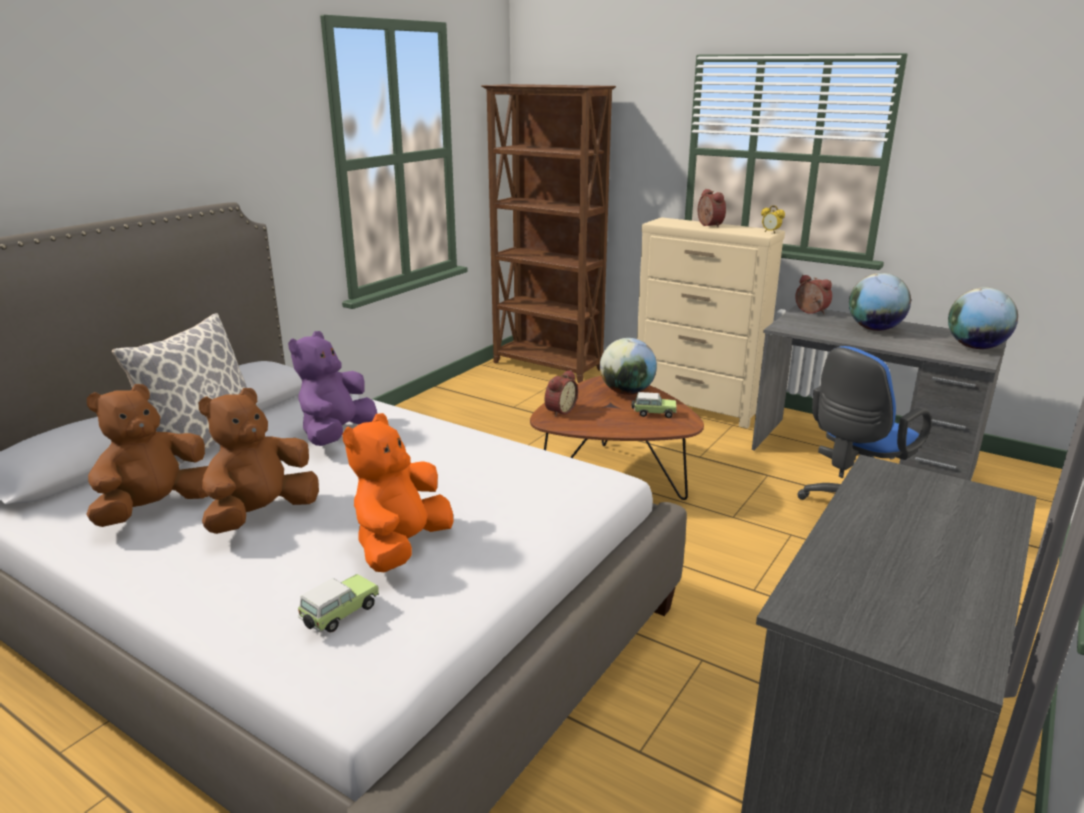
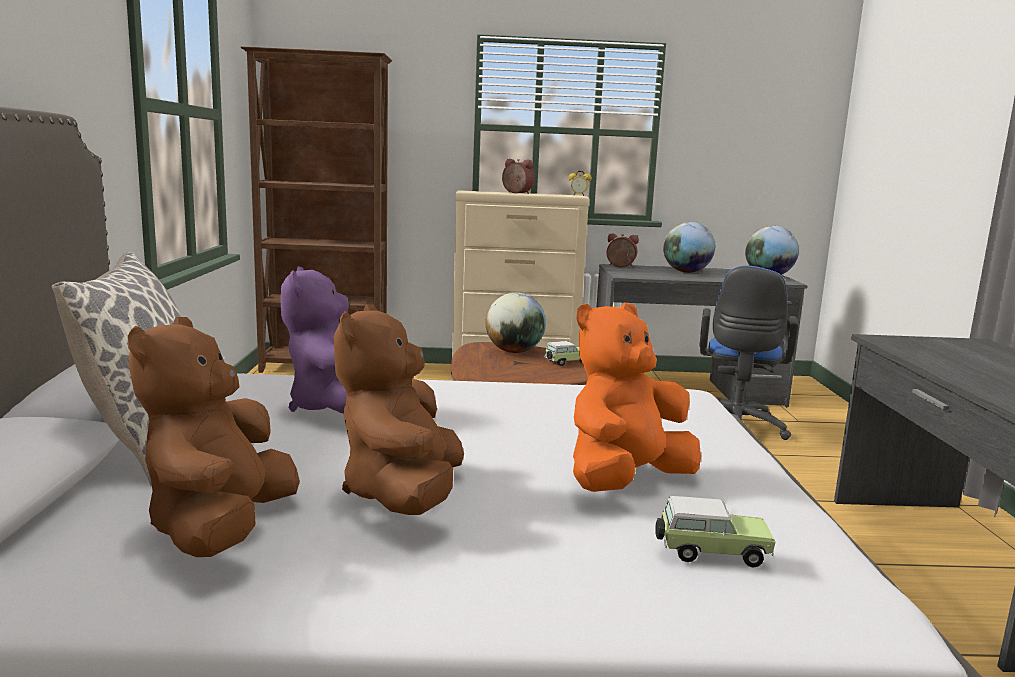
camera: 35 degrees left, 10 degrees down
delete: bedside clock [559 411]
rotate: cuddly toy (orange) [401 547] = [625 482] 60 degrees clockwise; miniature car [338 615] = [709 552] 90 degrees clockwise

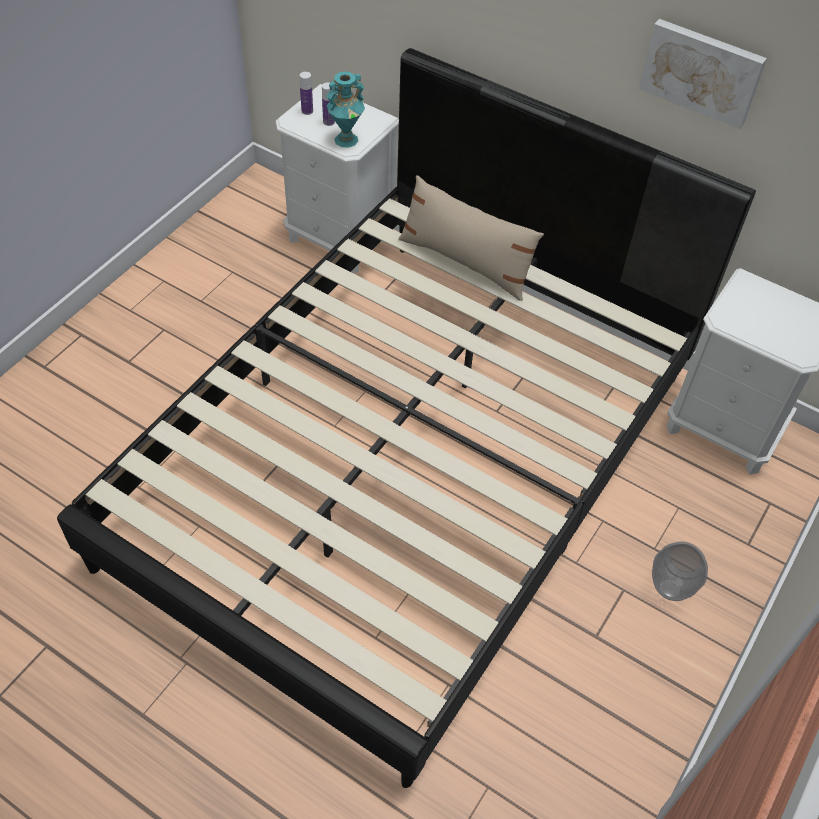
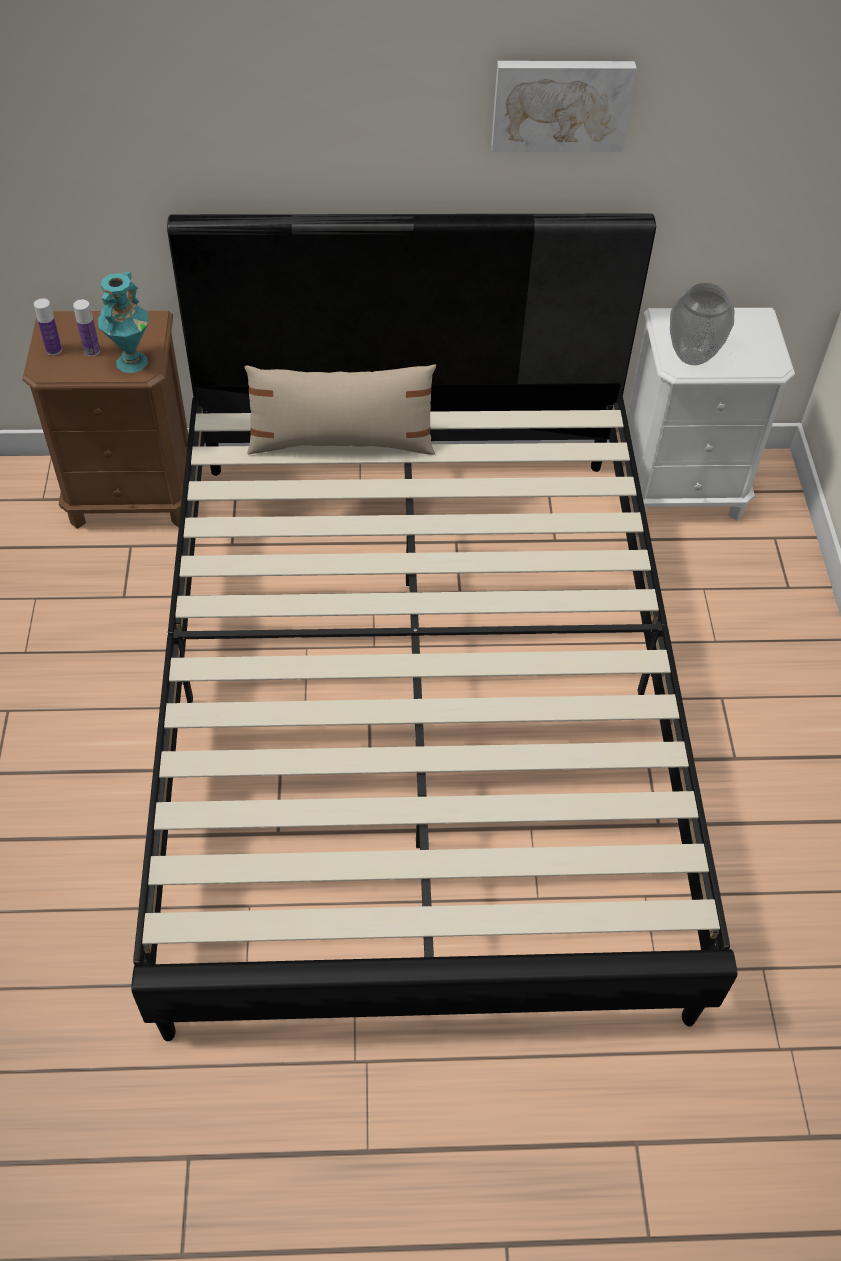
camera: 35 degrees left, 0 degrees up
move: flower vase [669 588] to [691 356]
recolor: nightstand (white-coloured) [340 238] to nightstand (brown) [133 495]

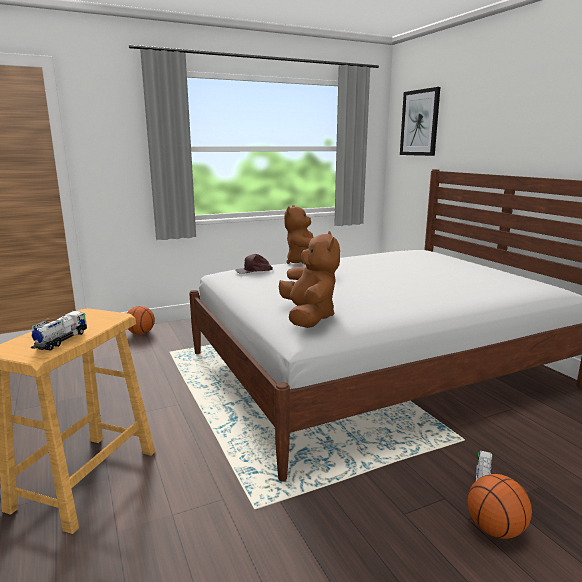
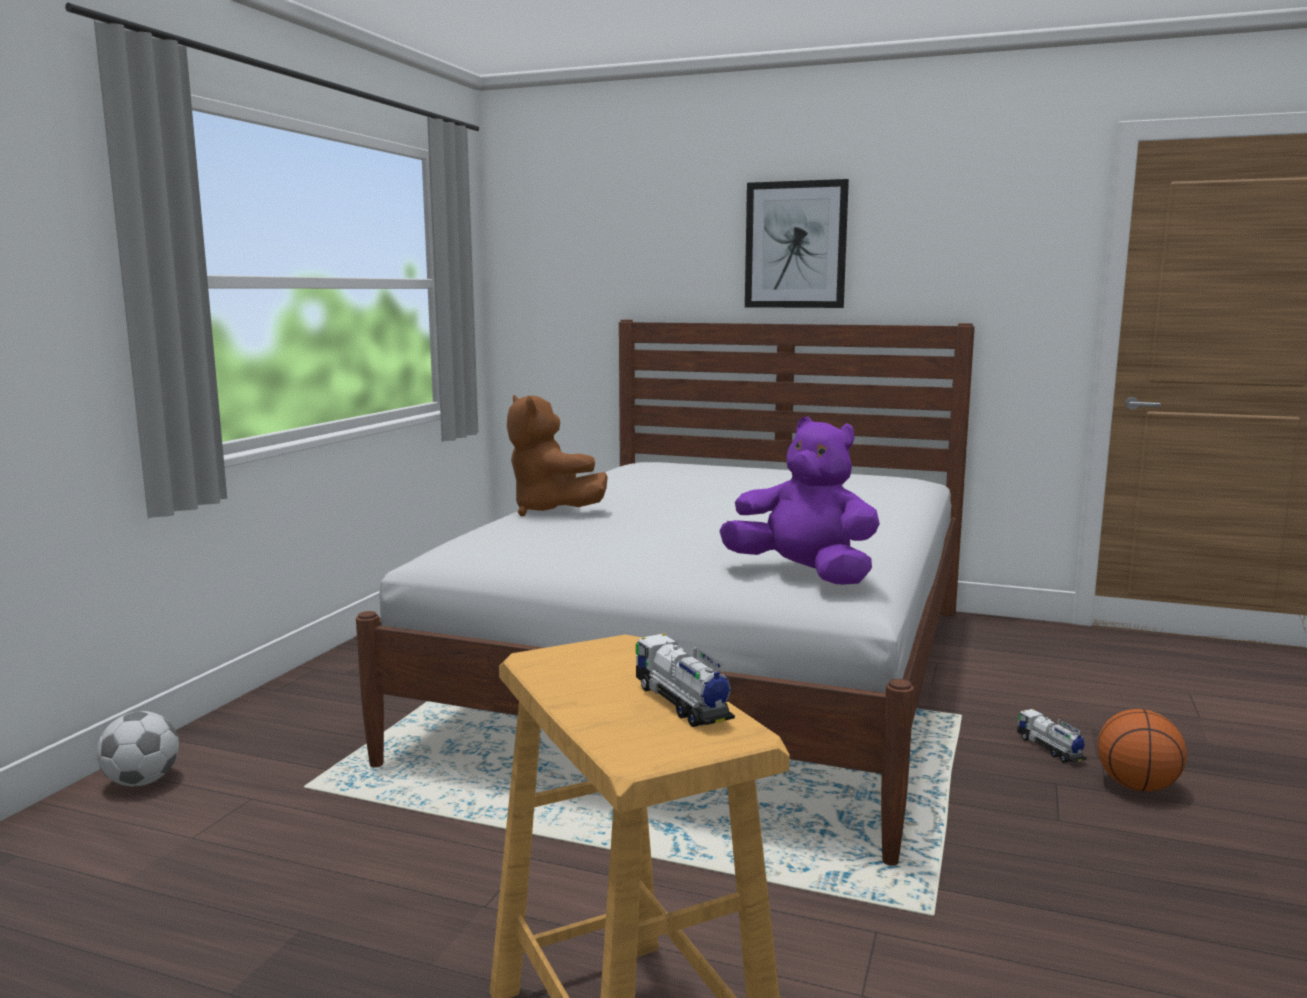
camera: 45 degrees left, 5 degrees down
delete: peaked cap (brown) [254 271]
move: picture [420 123] to [795 245]
replace: ball for basketball [141 333] to ball for football [142 781]
recolor: cuddly toy (brown) [308 317] to cuddly toy (purplish) [803 574]

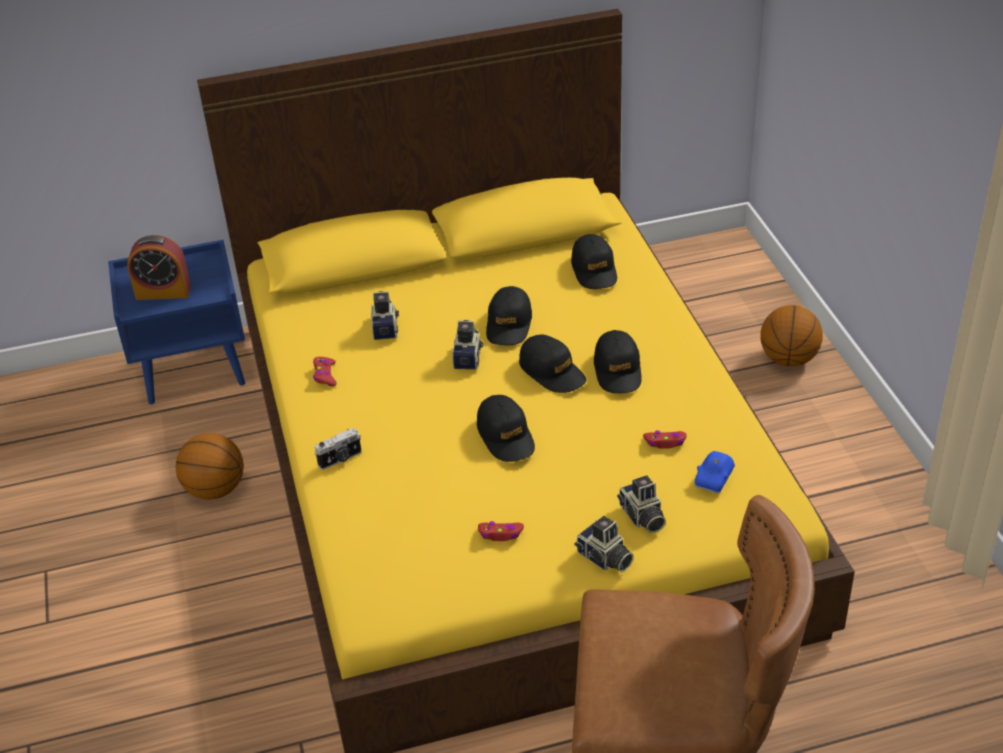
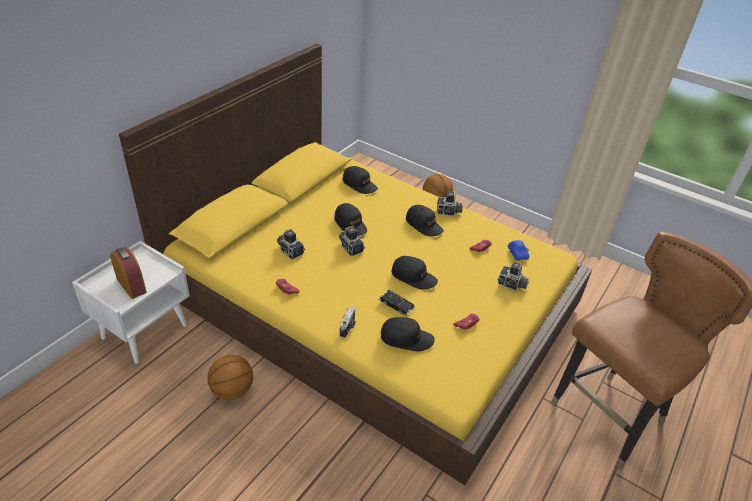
camera: 45 degrees left, 0 degrees up
insert: miniature car (black) [396 305]
move: peaked cap (black) [552 371] to [406 338]; still camera [604 559] to [448 212]
recolor: nightstand (blue-coloured) [194 369] to nightstand (white-coloured) [145 331]
rotate: bedside clock [163 292] = [131 285] 90 degrees counterclockwise

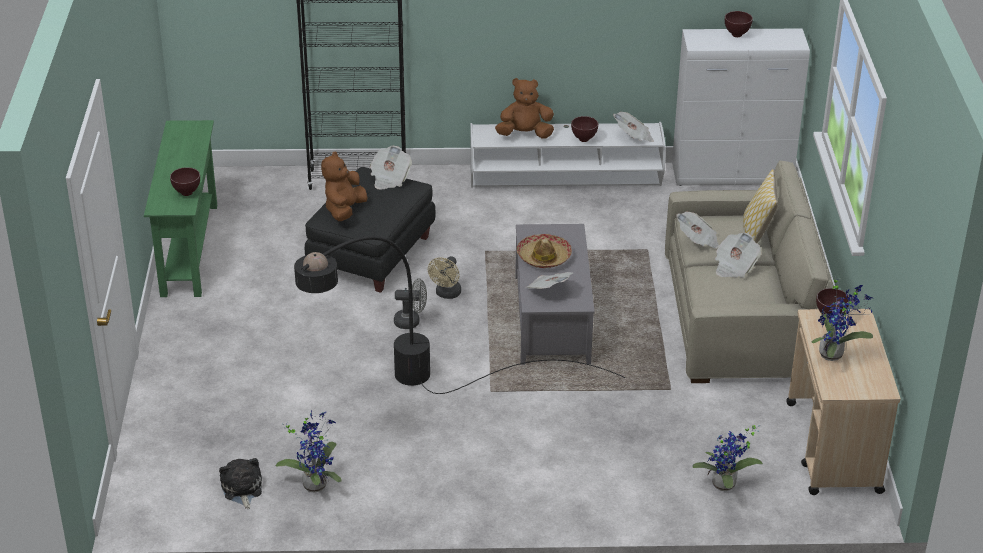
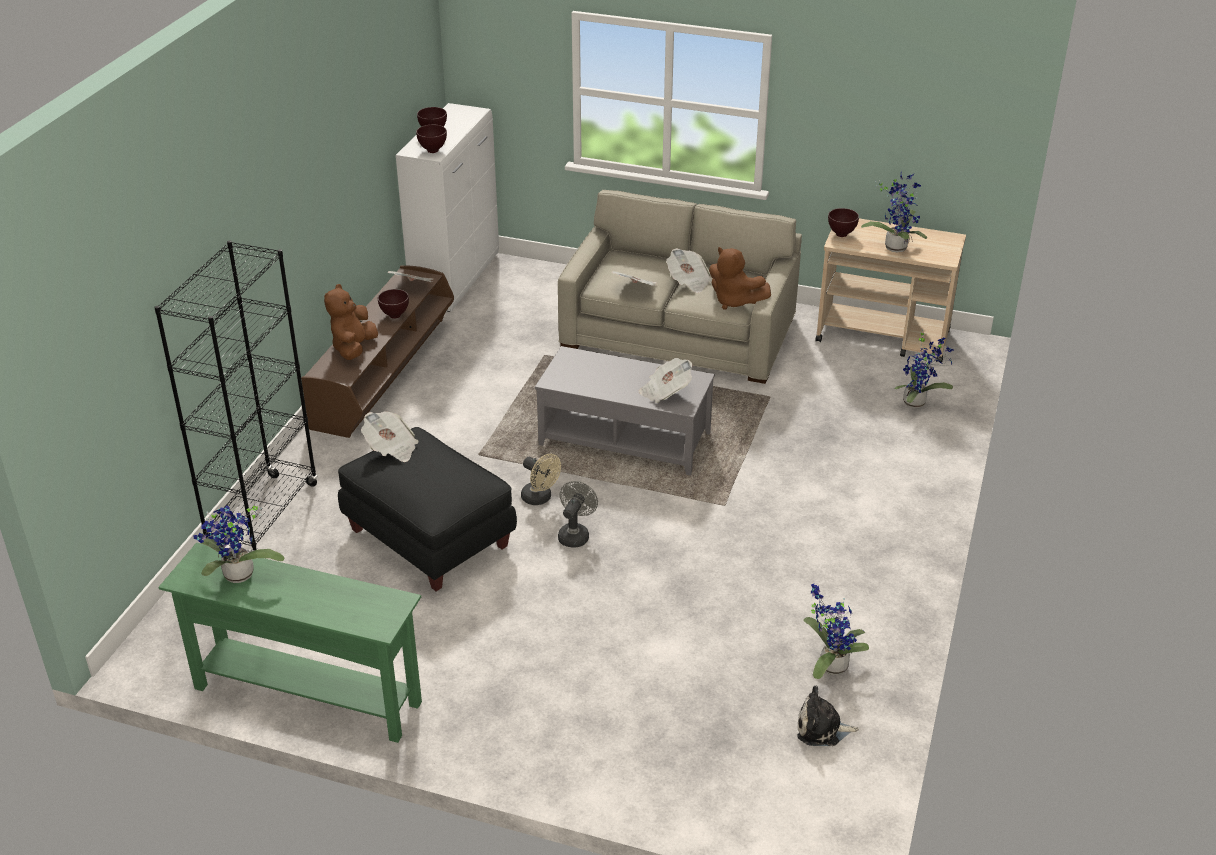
camera: 70 degrees left, 0 degrees up
delete: standing lamp (black) [403 405]; clothing hat [543 257]; throw pillow [757 234]
insert: potted plant [238 577]
move: serving bowl (brown) [186 193] to [432 151]; cuddly toy (brown) [344 210] to [734 301]
recolor: media console (white-coloured) [566 180] to media console (brown) [386 373]

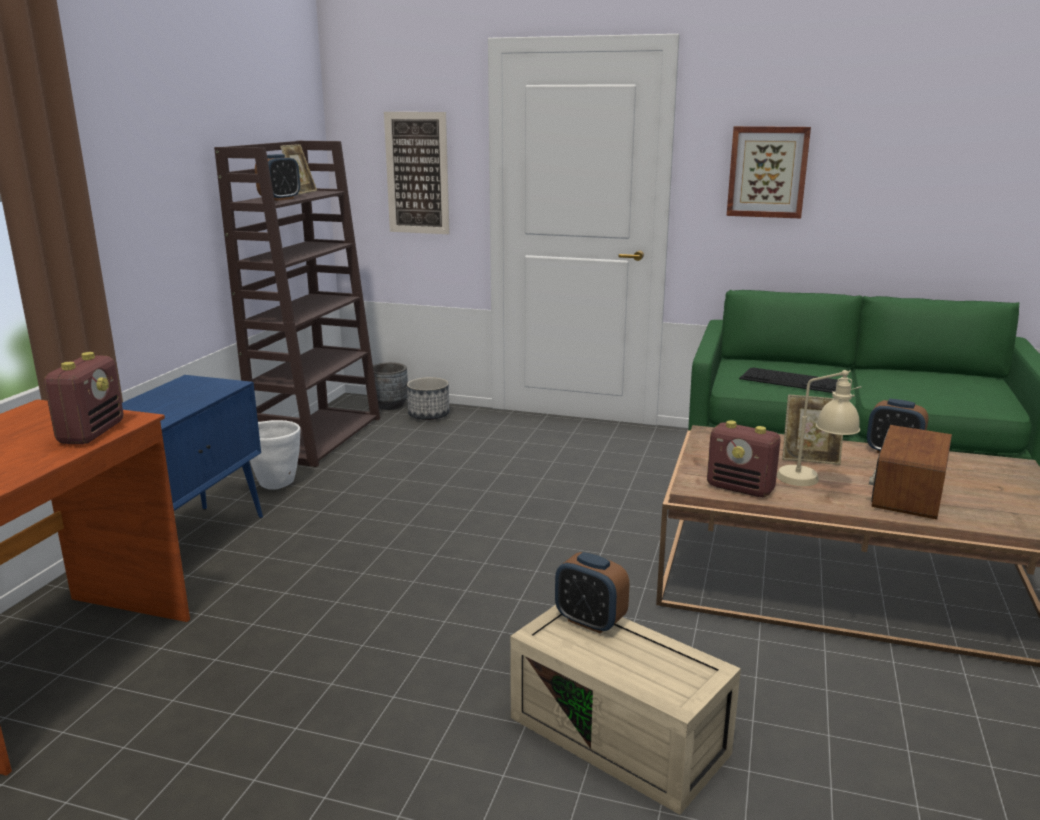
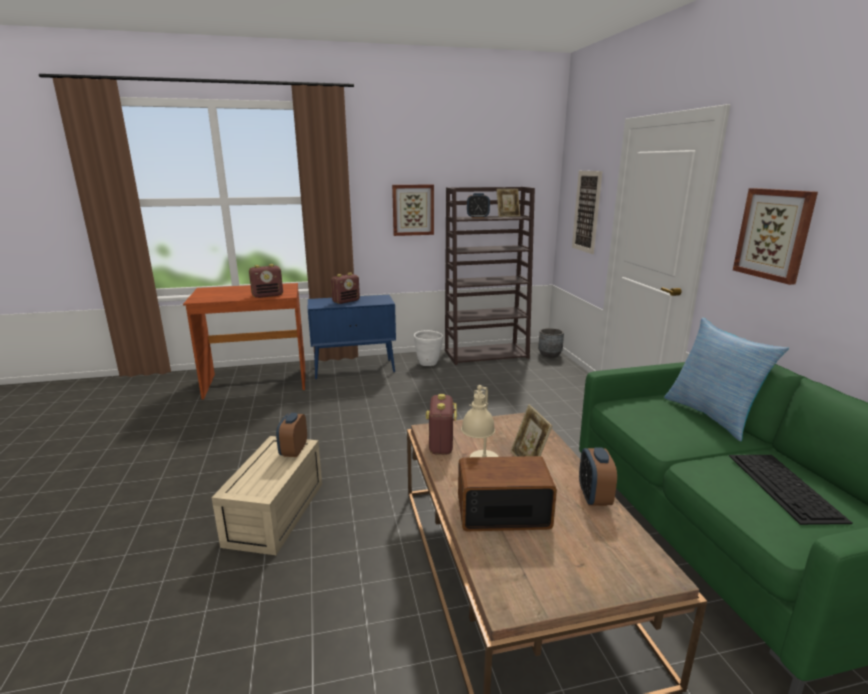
camera: 60 degrees right, 0 degrees up
delete: planter [428 415]
insert: radio [346 301]; picture [413 210]; throw pillow [712 415]
move: keyboard [794 381] to [785 487]

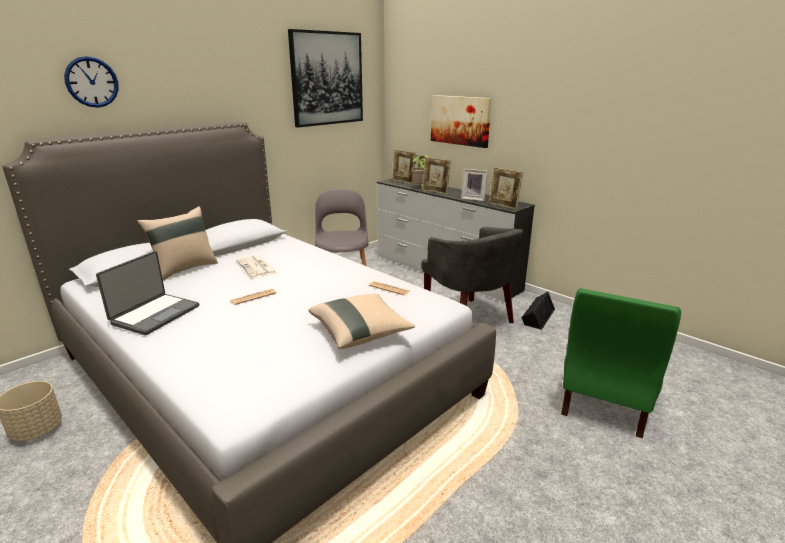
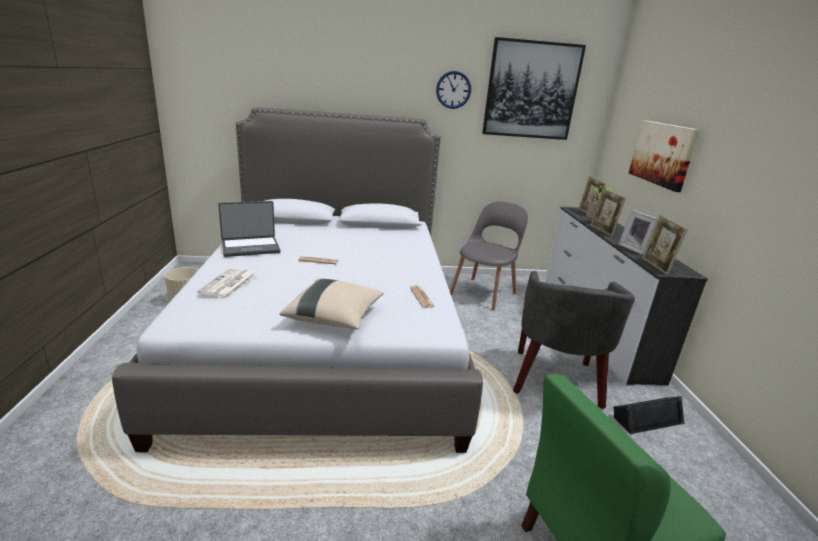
camera: 40 degrees right, 0 degrees up
delete: throw pillow (beige-coloured) [184 269]
move: daily paper [257 267] to [228 284]; clock on the wall [92 82] to [453 90]

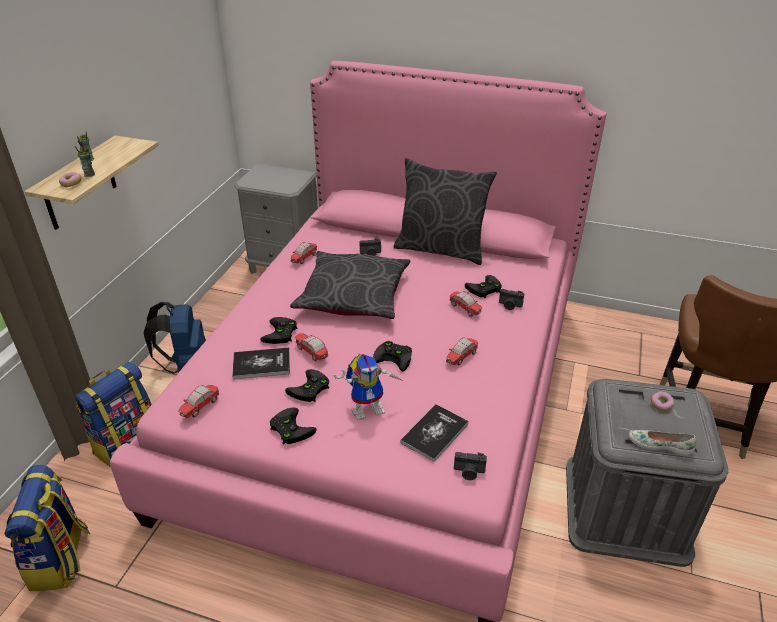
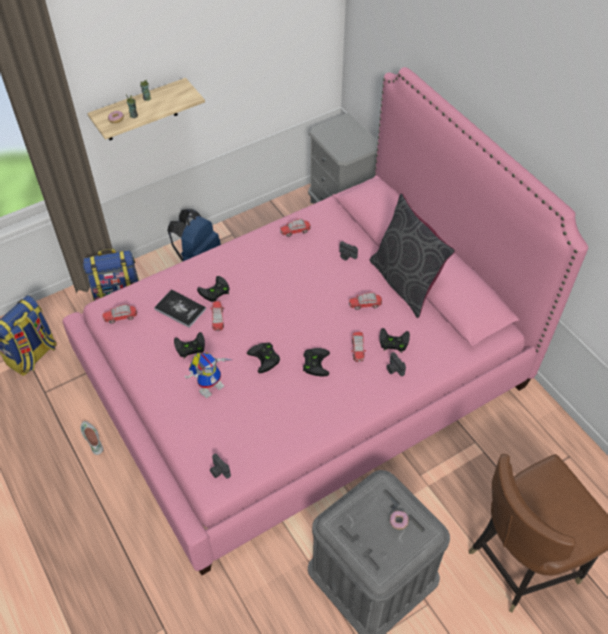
camera: 40 degrees right, 15 degrees up
delete: throw pillow (grey) [353 295]; bound book [434 433]
move: item of footwear (white-coloured) [659 444] to [92 439]; gamepad (black) [289 428] to [315 362]; miniature car [462 357] to [365 305]
rotate: robot figure [369 407] = [211 385] 60 degrees counterclockwise

